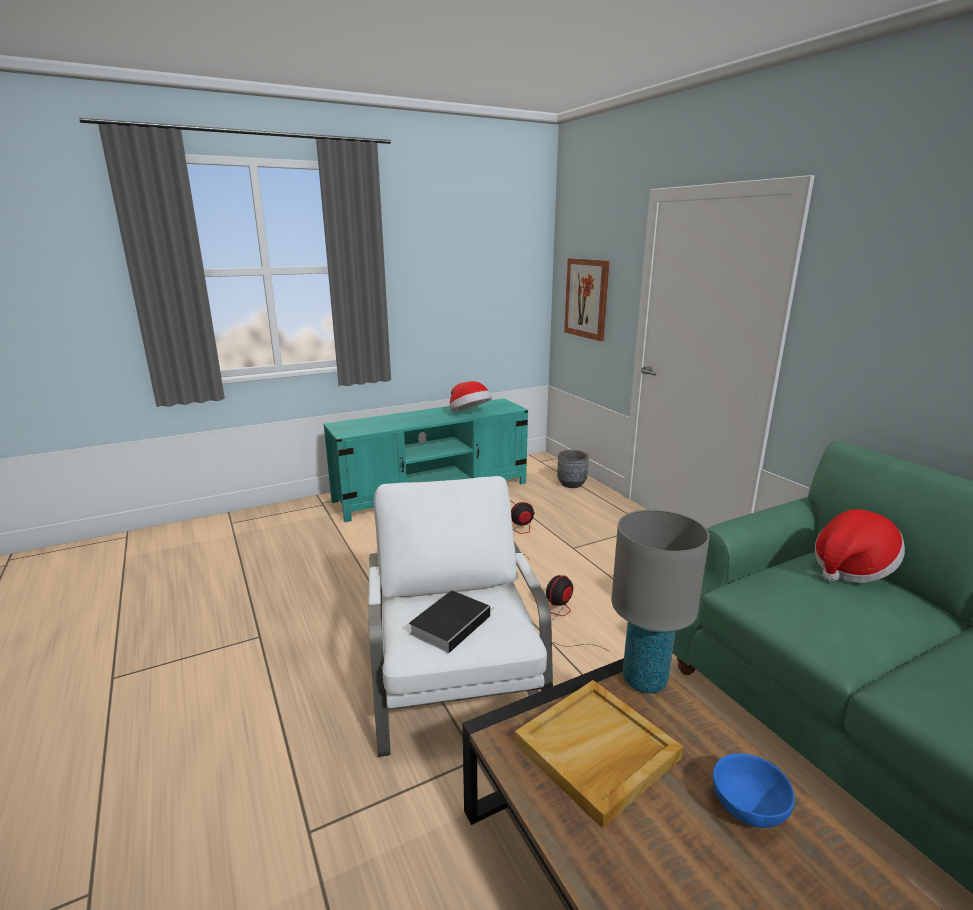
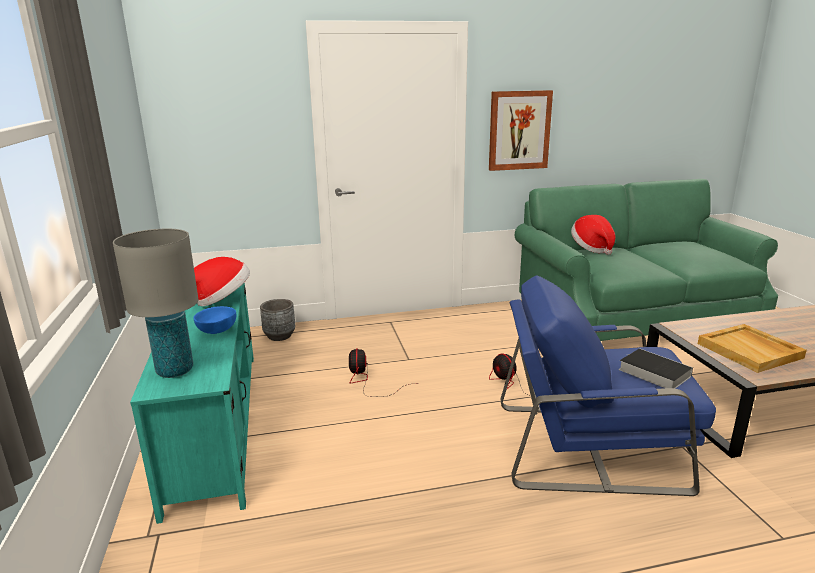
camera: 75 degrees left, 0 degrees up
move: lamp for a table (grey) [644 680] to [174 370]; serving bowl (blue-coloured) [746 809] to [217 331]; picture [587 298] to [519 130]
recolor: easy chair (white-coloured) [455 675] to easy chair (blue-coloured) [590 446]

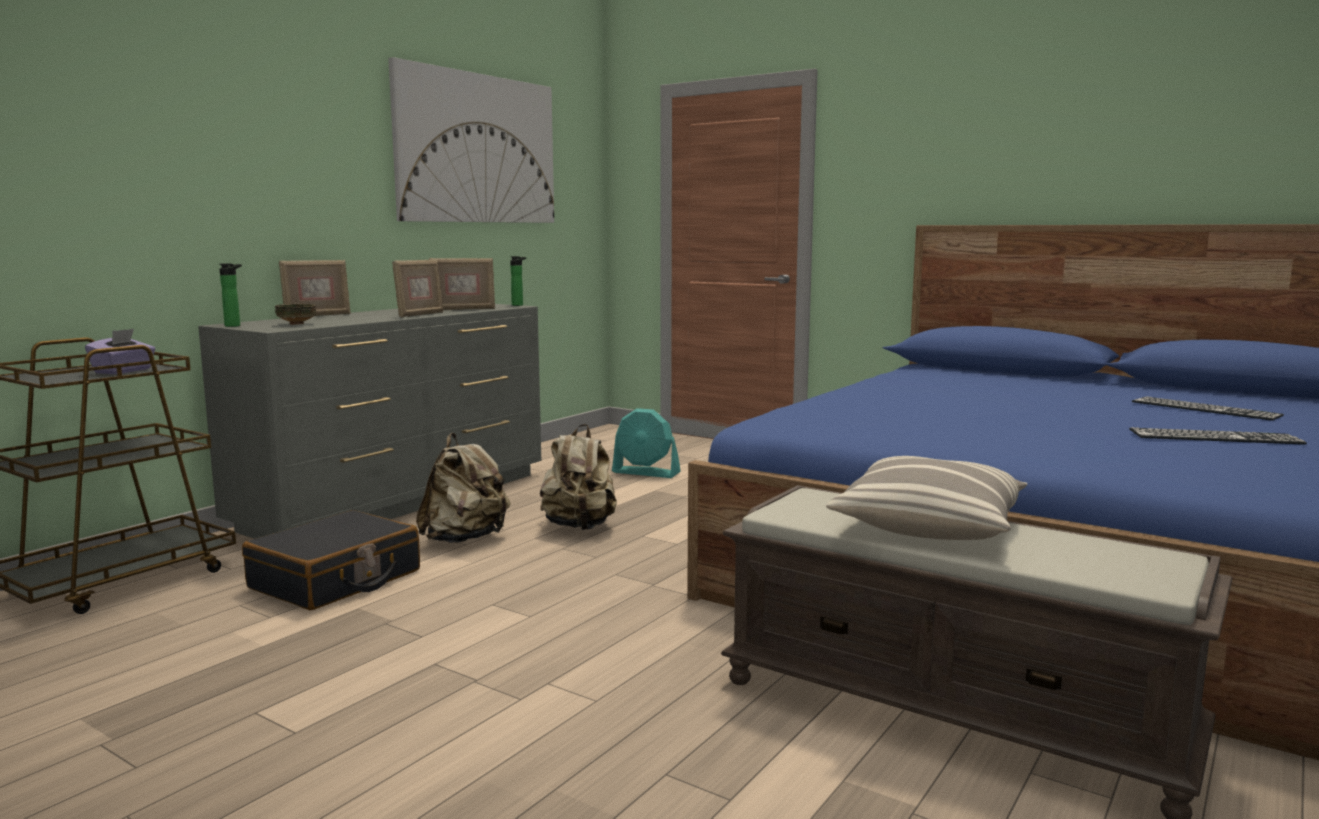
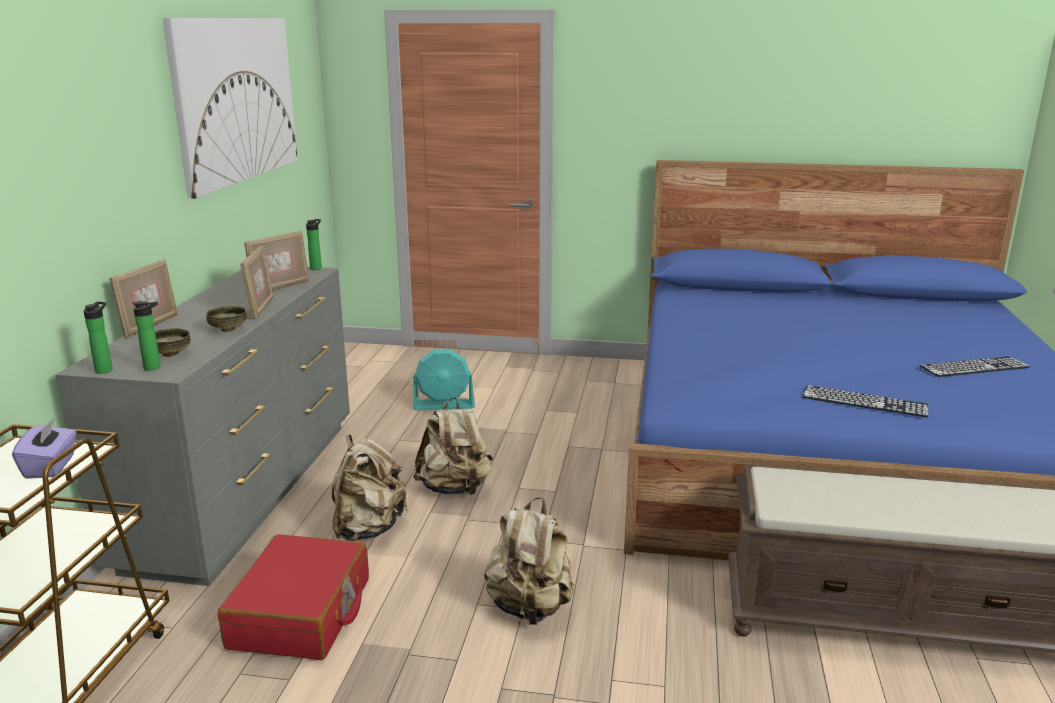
camera: 25 degrees left, 10 degrees up
delete: throw pillow [929 525]
insert: drink bottle [155 367]; serving bowl [227 329]; backpack (beige-coloured) [530 607]
move: keyboard [1205 408] to [864 401]
recolor: travel case (black) [336 580] to travel case (red-coloured) [301 613]

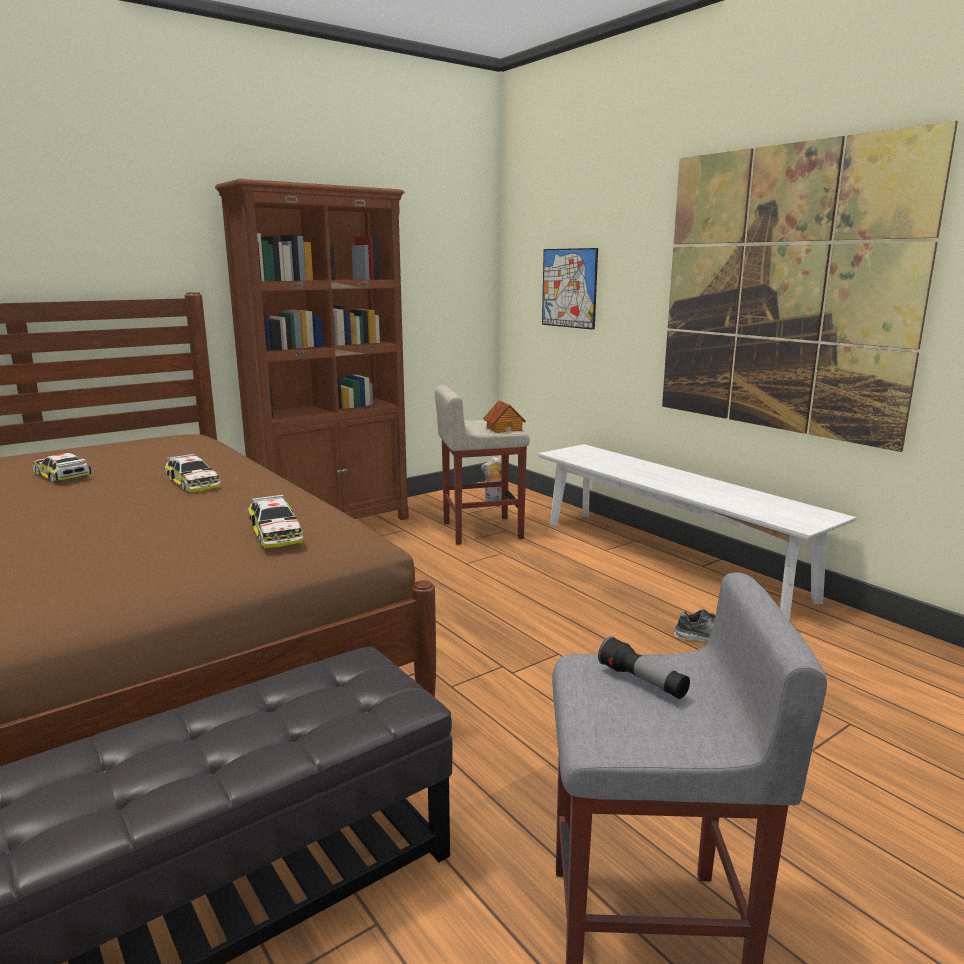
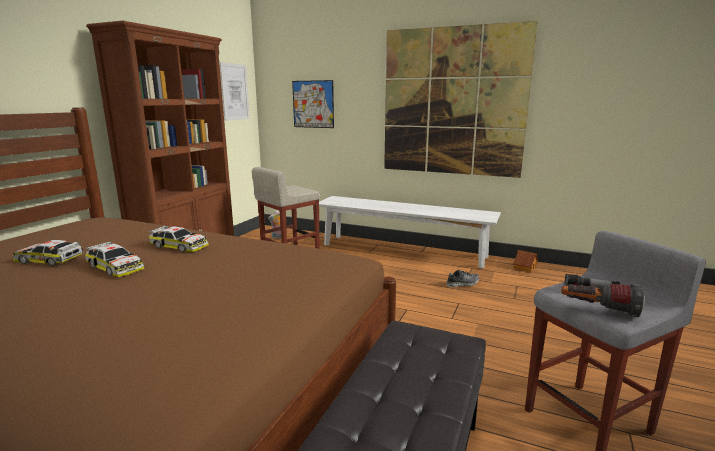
camera: 30 degrees left, 0 degrees up
insert: picture [234 92]; torch [598 310]
move: miniature car [276 532] to [115 267]; toy house [504 429] to [524 267]

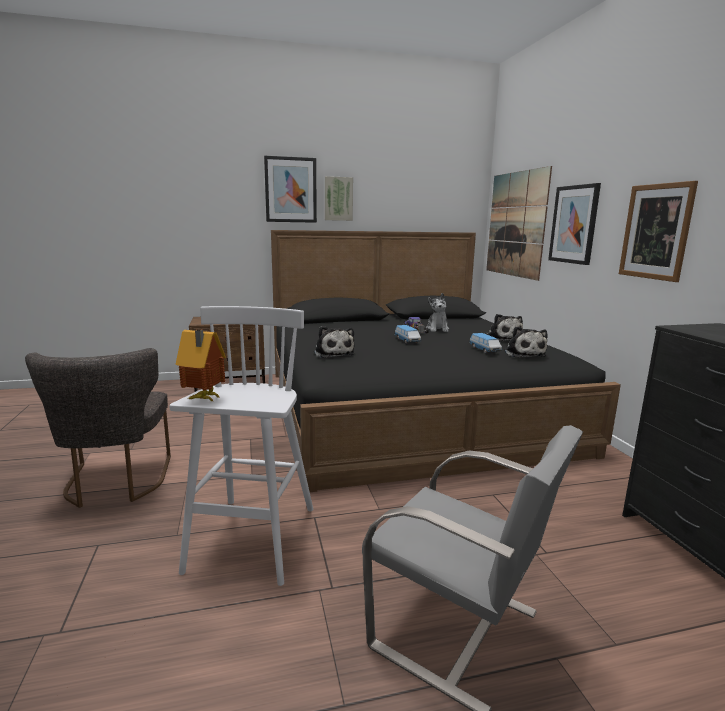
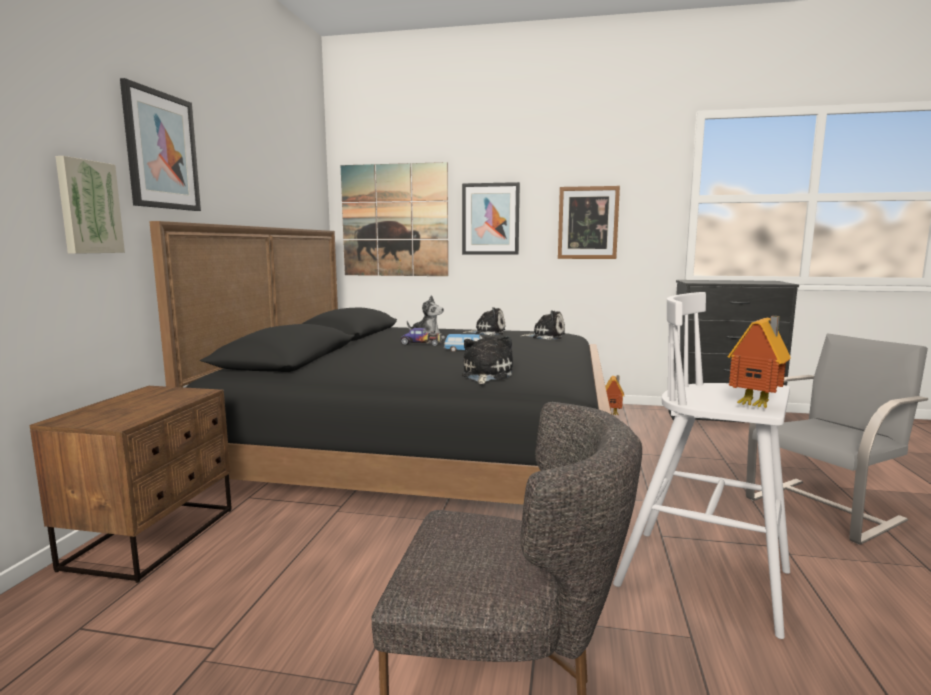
camera: 65 degrees left, 5 degrees down
delete: miniature car [484 350]
insert: toy house [613 414]
move: picture [338 199] to [88 207]
rotate: cuddly toy [333 353] = [485 375] 75 degrees counterclockwise

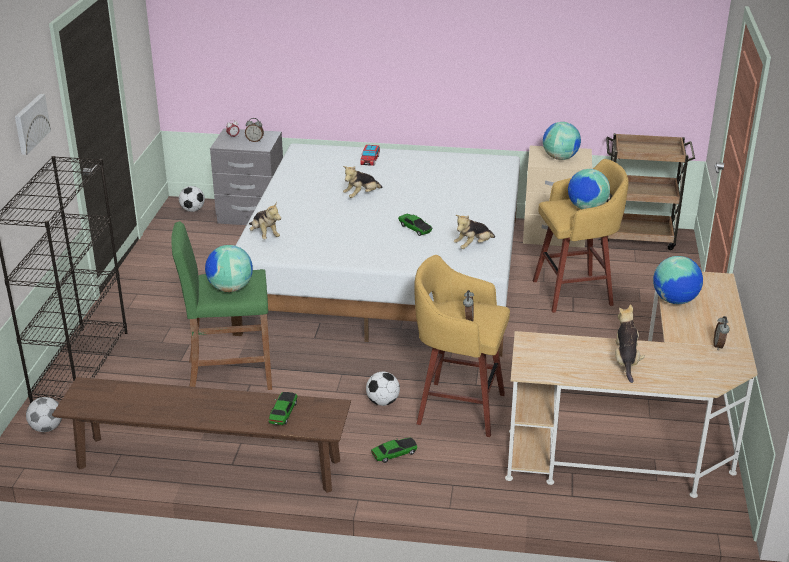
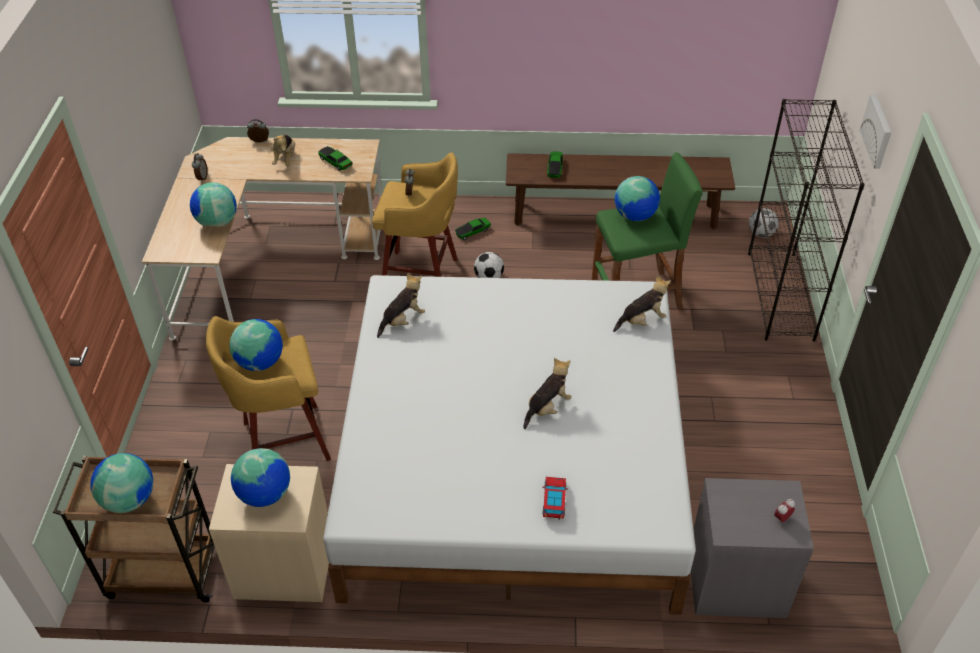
camera: 175 degrees right, 15 degrees up
delete: ball for football [192 210]
insert: desk globe [129 499]
move: bedside clock [255 140] to [259 142]; miniature car [415 228] to [336 162]
rotate: cuddly toy [264 235] = [641 320] 105 degrees clockwise

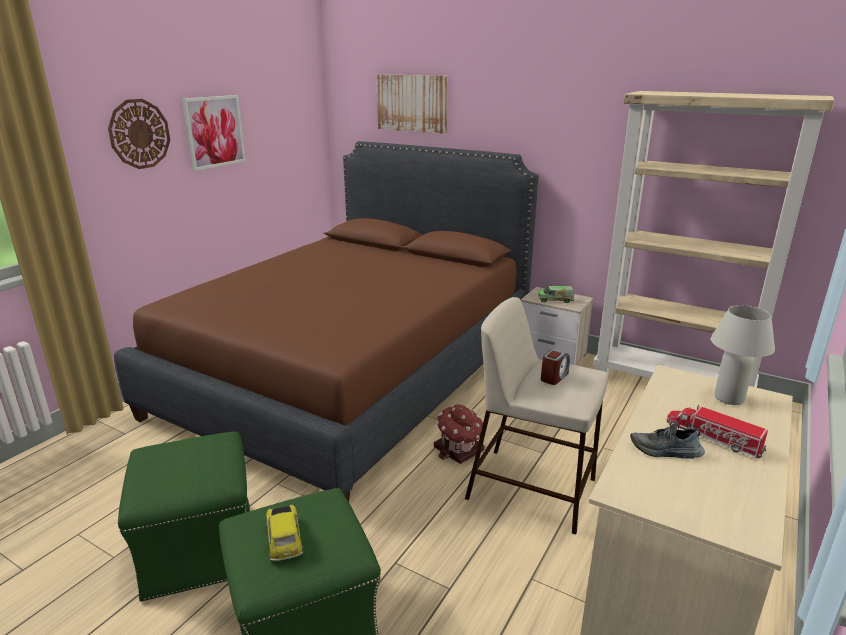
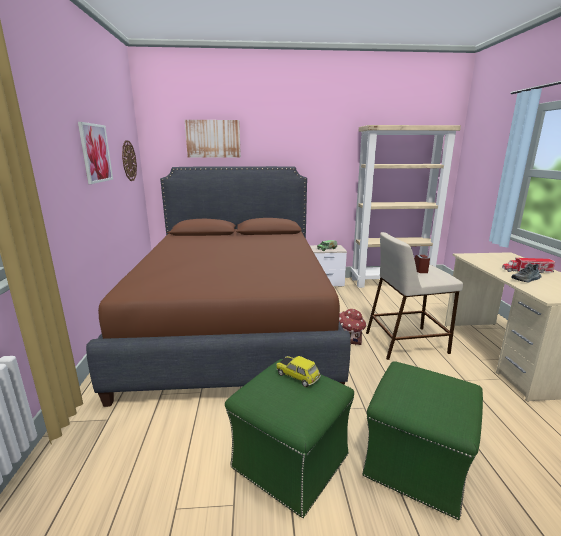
camera: 35 degrees left, 5 degrees down
delete: lamp for a table (white-coloured) [729 398]
move: clock on the wall [139 134] to [128 161]; miniature car [285 539] to [298 376]

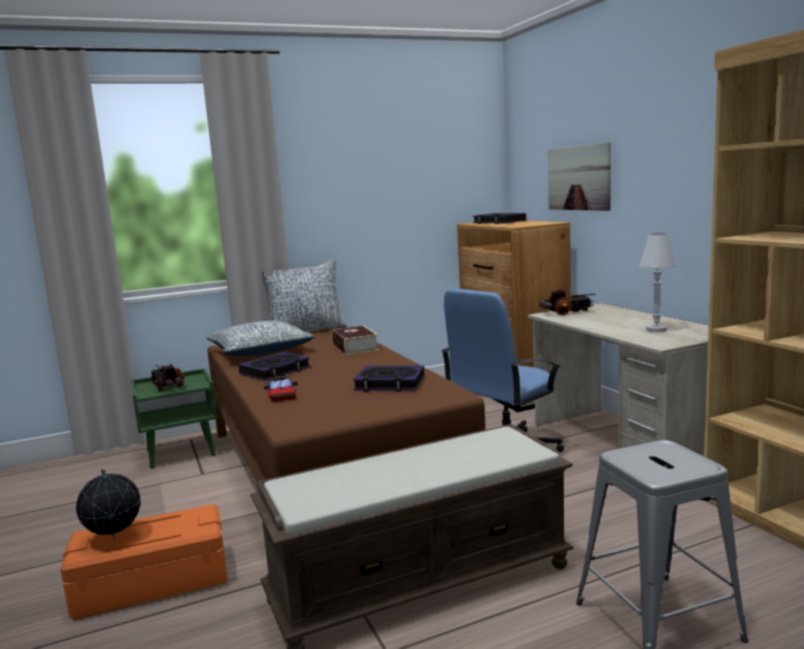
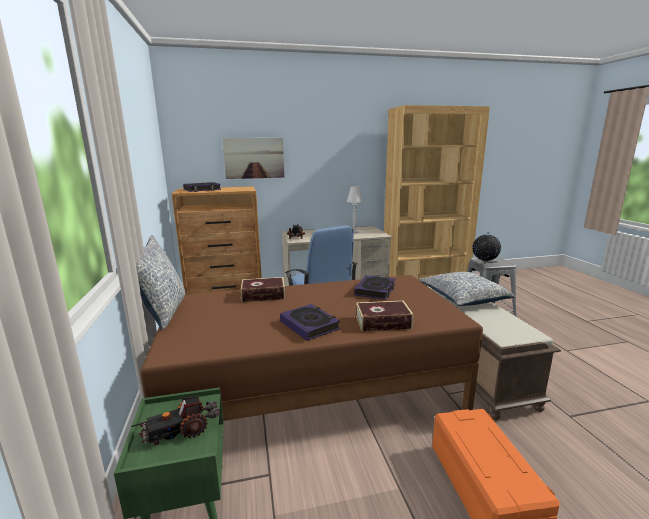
camera: 80 degrees left, 5 degrees up
move: throw pillow [260 351] to [462 298]; desk globe [114 538] to [484 264]
replace: miniature car [281 394] to bound book [383 322]

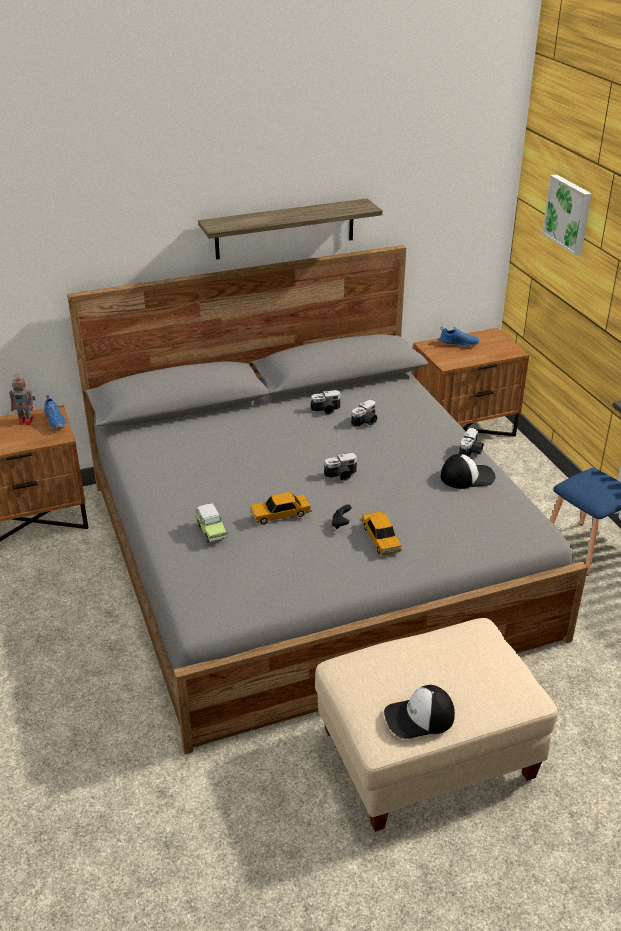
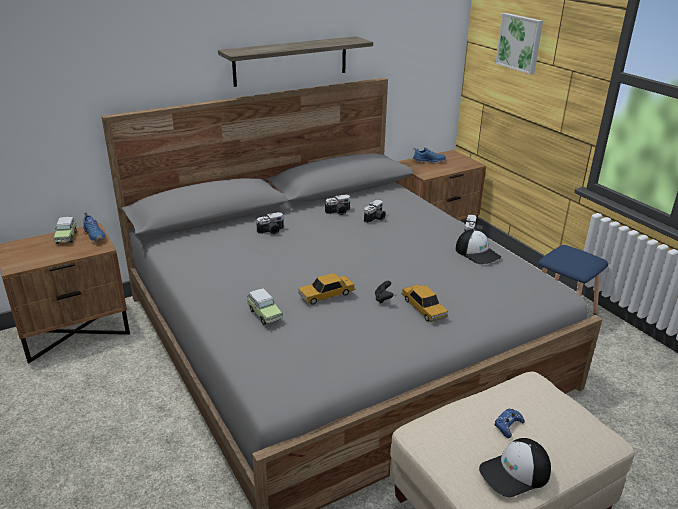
camera: 10 degrees left, 5 degrees down
insert: gamepad (blue-coloured) [508 426]
move: still camera [341 476] to [271 231]
replace: robot figure [26 420] to miniature car [66 237]
rotate: peaked cap [467 476] = [477 253] 75 degrees clockwise

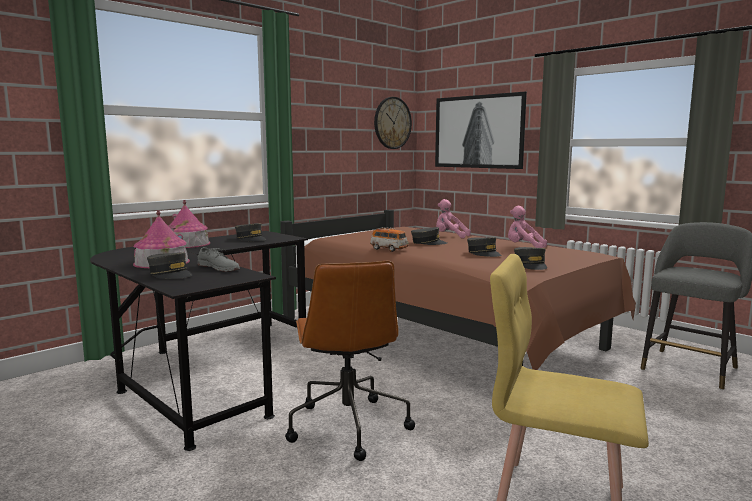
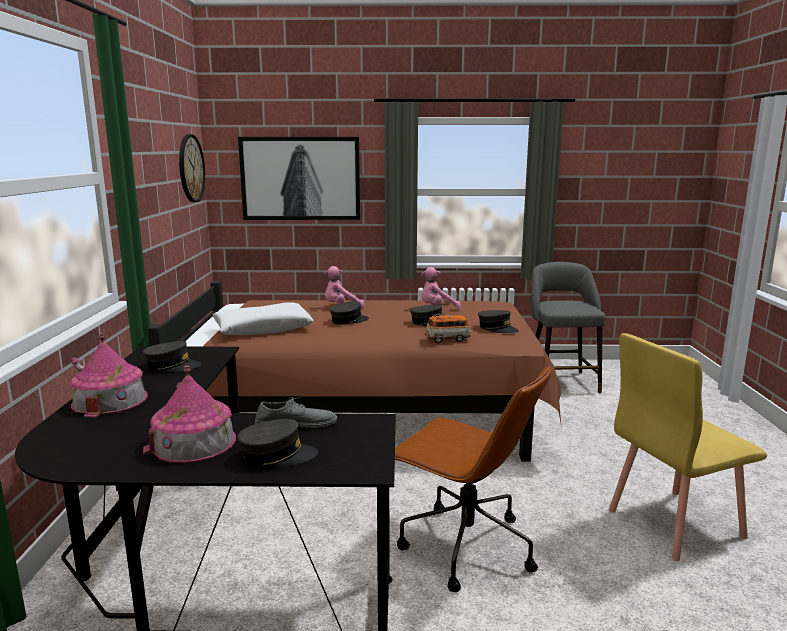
camera: 45 degrees left, 5 degrees up
insert: throw pillow (white-coloured) [263 329]
move: miniature car [389 249] to [447 339]

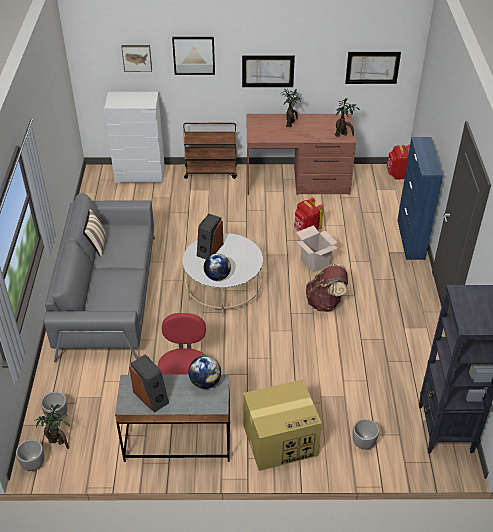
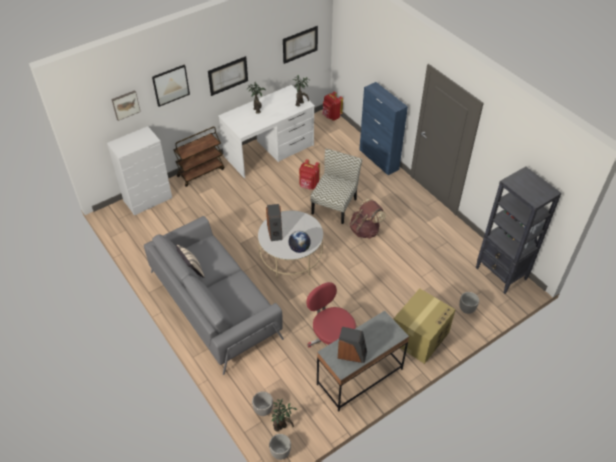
camera: 35 degrees left, 5 degrees up
delete: desk globe [205 382]
replace: carton [315 262] to chair [334 205]
recolor: desk (brown) [297 180] to desk (white-coloured) [269 151]

